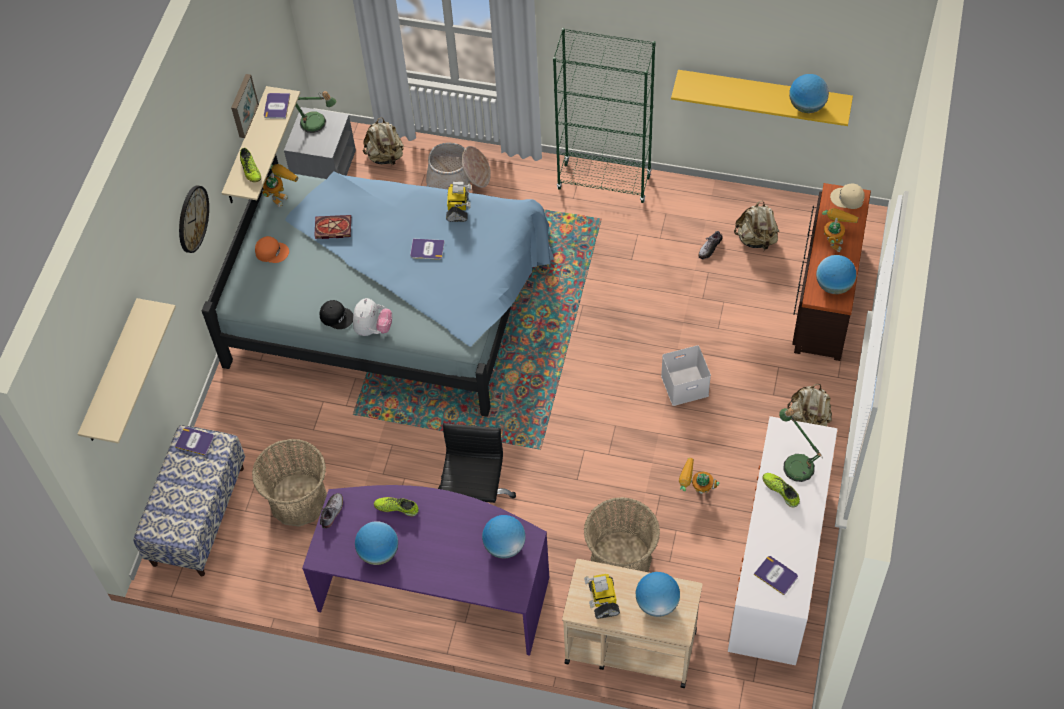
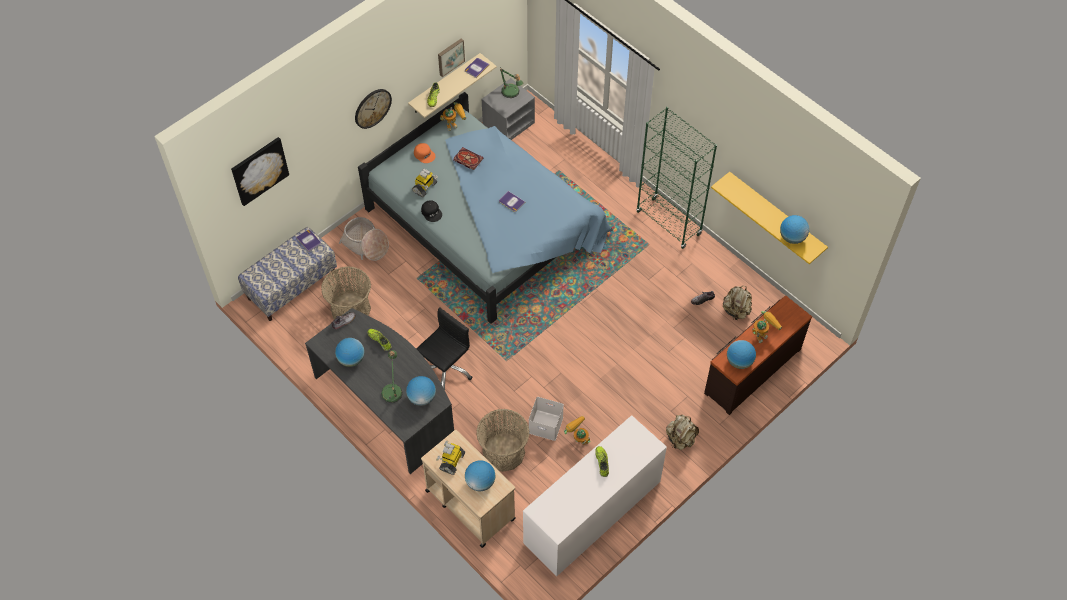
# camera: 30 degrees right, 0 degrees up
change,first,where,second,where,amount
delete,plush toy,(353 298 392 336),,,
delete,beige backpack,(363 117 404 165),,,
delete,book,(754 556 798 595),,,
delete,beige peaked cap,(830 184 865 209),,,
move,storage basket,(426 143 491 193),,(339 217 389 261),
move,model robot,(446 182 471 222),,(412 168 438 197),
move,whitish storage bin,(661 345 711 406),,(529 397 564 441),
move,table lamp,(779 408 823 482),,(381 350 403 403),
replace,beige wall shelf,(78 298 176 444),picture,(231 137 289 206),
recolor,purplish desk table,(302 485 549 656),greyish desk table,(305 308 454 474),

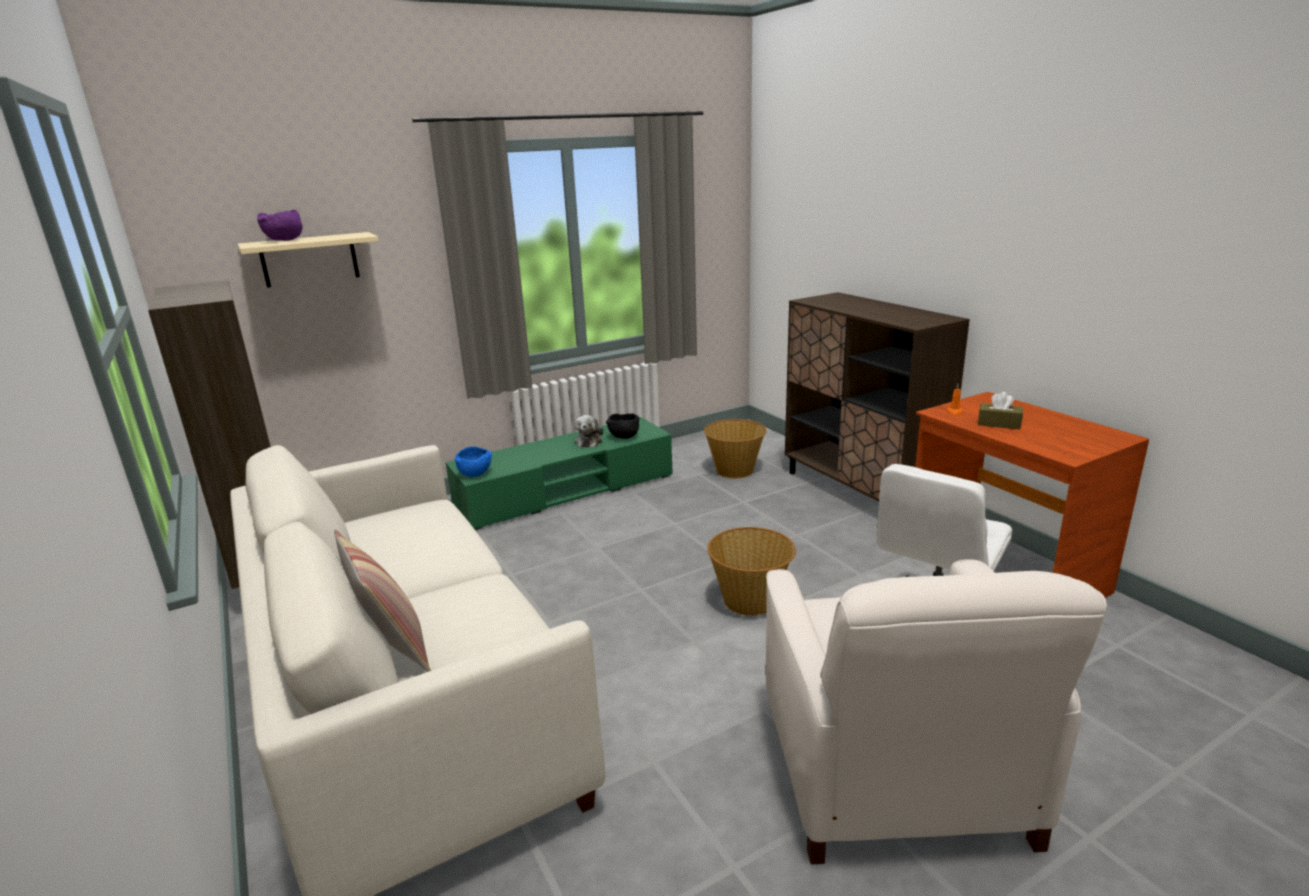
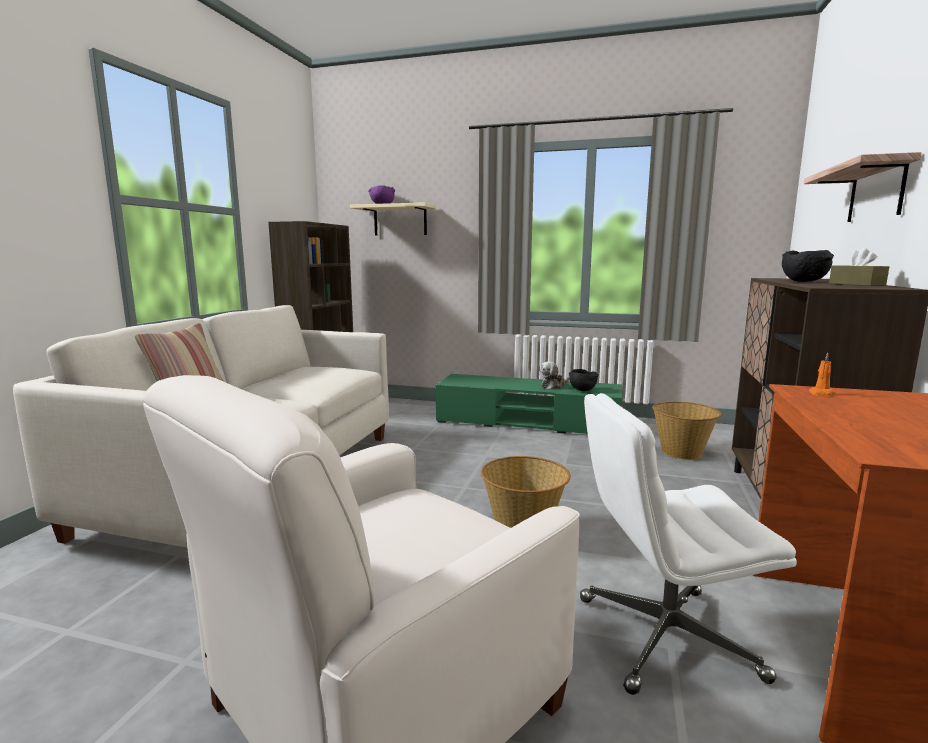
# camera: 45 degrees right, 10 degrees down
change,first,where,second,where,amount
delete,blue-coloured serving bowl,(454 446 492 477),,,
insert,,,blackish serving bowl,(782 250 834 282),
insert,,,wall shelf,(804 152 921 222),
move,brownish tissue holder,(978 392 1023 430),,(829 248 889 286),

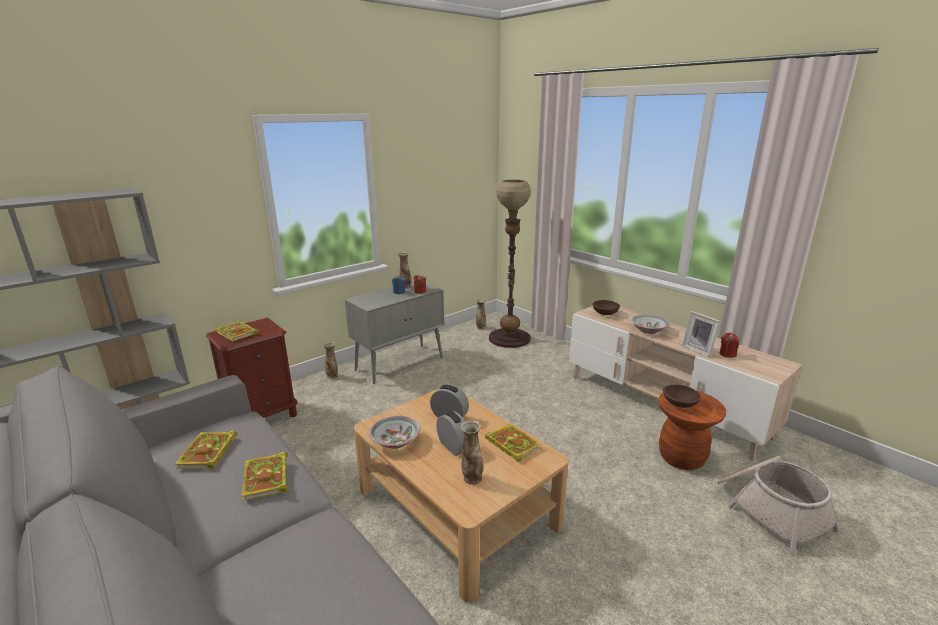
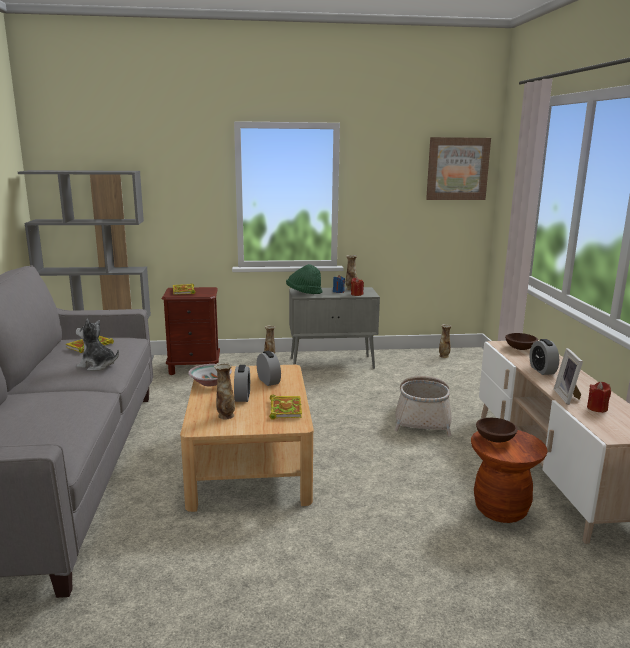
# camera: 35 degrees right, 5 degrees down
change,first,where,second,where,amount
delete,standard lamp,(489 180 531 348),,,
insert,,,green-coloured wearable hat,(286 264 322 294),
insert,,,picture,(426 137 491 200),
move,storage basket,(717 456 839 556),,(395 376 452 436),
replace,book,(242 452 288 501),plush toy,(76 319 119 371),
replace,serving bowl,(631 314 670 334),bedside clock,(529 339 559 375),

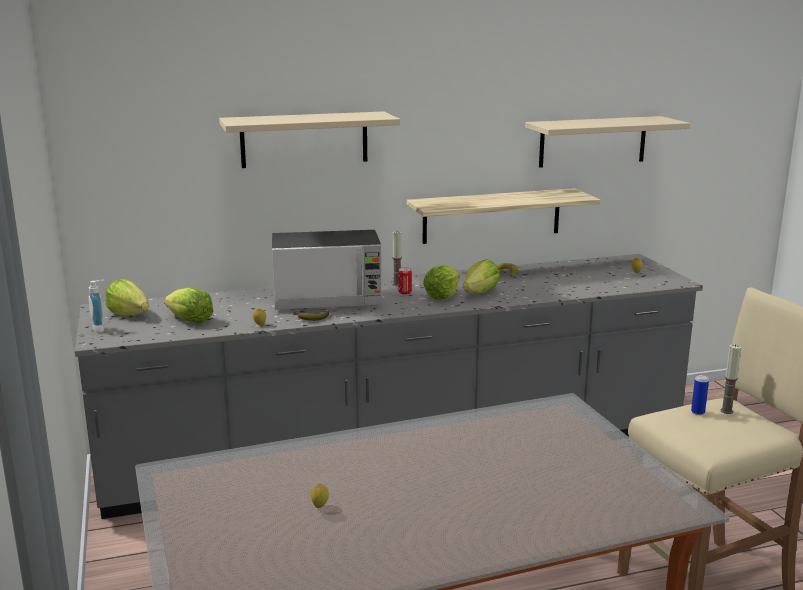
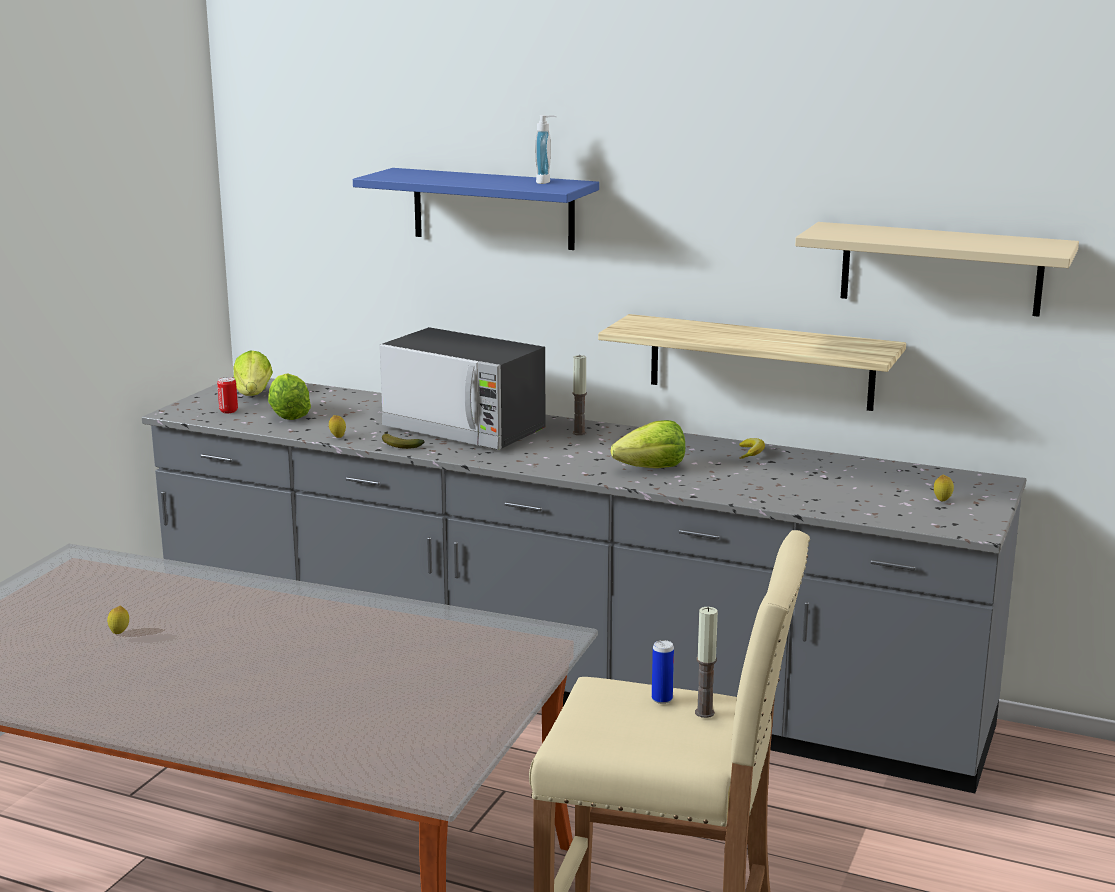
# camera: 40 degrees right, 0 degrees up
change,first,where,second,where,amount
delete,head of lettuce,(423 265 460 300),,,
move,soap dispenser,(89 280 104 333),,(535 115 557 184),
move,can,(398 268 412 295),,(217 377 238 413),
recolor,beige wall shelf,(219 111 400 168),blue-coloured wall shelf,(353 168 599 250),

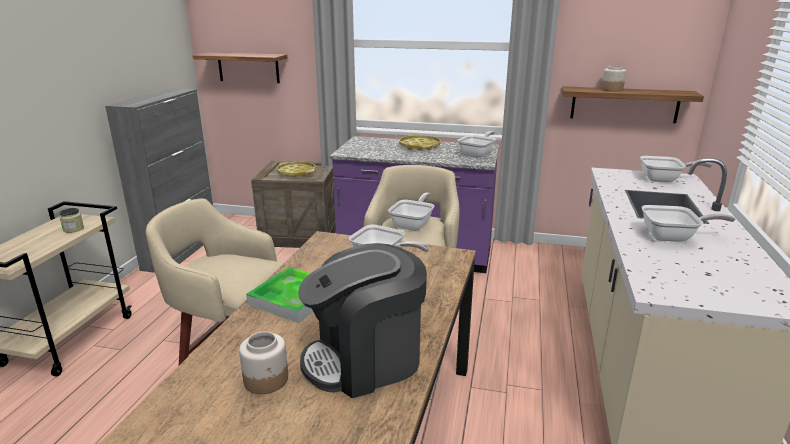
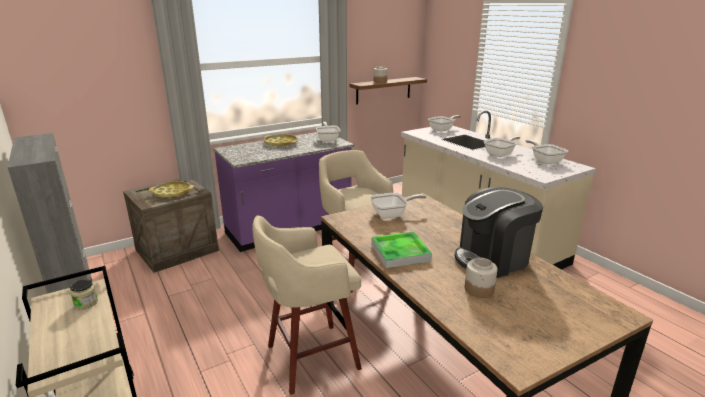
# camera: 45 degrees left, 0 degrees up
change,first,where,second,where,amount
delete,wall shelf,(193 52 287 83),,,
move,frying pan,(388 193 434 231),,(526 140 568 164),
rotate,coffee machine,(298 243 427 398),,(455 187 543 278),45 degrees clockwise

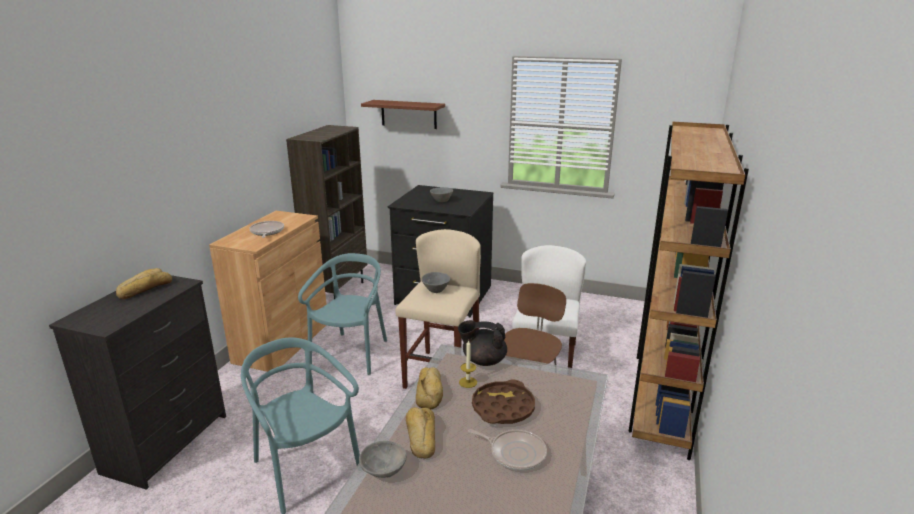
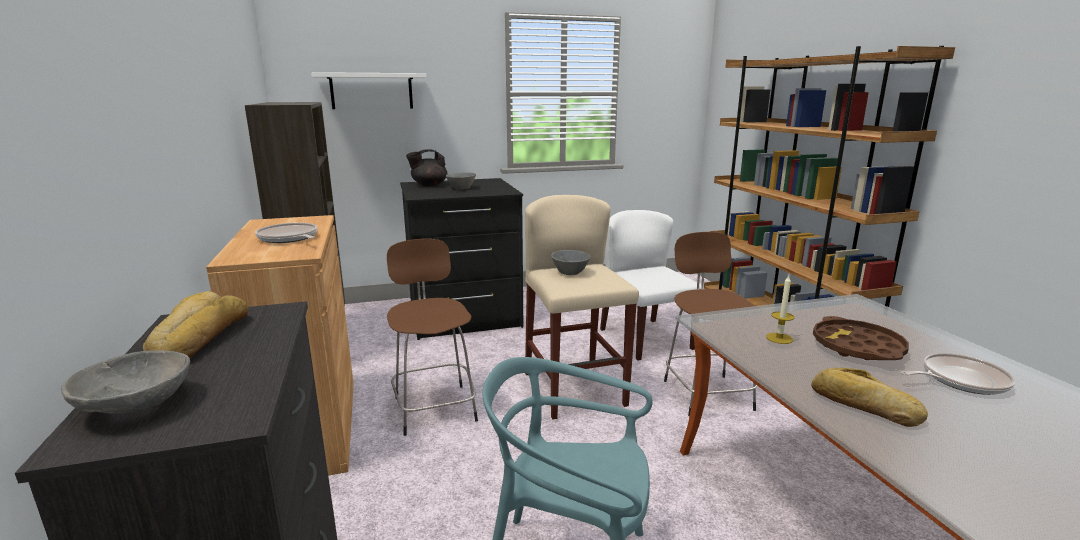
# camera: 35 degrees left, 5 degrees down
change,first,where,second,where,amount
delete,bakery bread,(416 367 443 409),,,
move,greyish serving bowl,(359 441 407 478),,(61 350 190 414),
move,blackish pot for tea,(458 320 507 366),,(406 149 447 186),
replace,turquoise-coloured upright chair,(298 253 387 375),brownish stool seat,(387 239 478 436),
recolor,brownish wall shelf,(361 100 445 129),whitish wall shelf,(311 72 427 109),

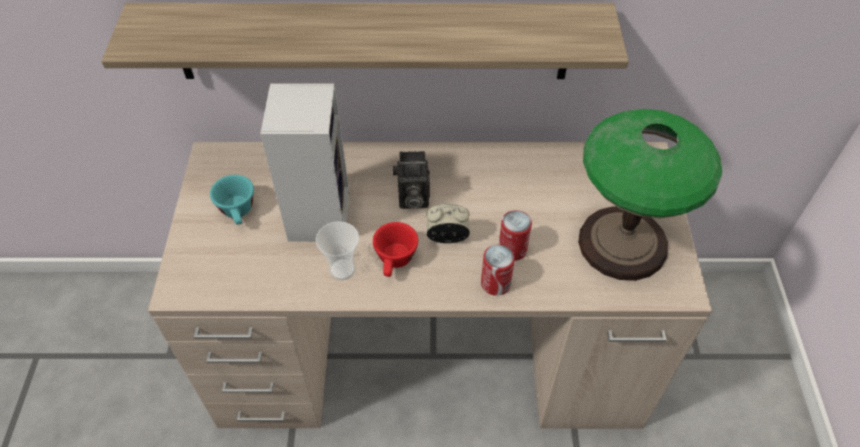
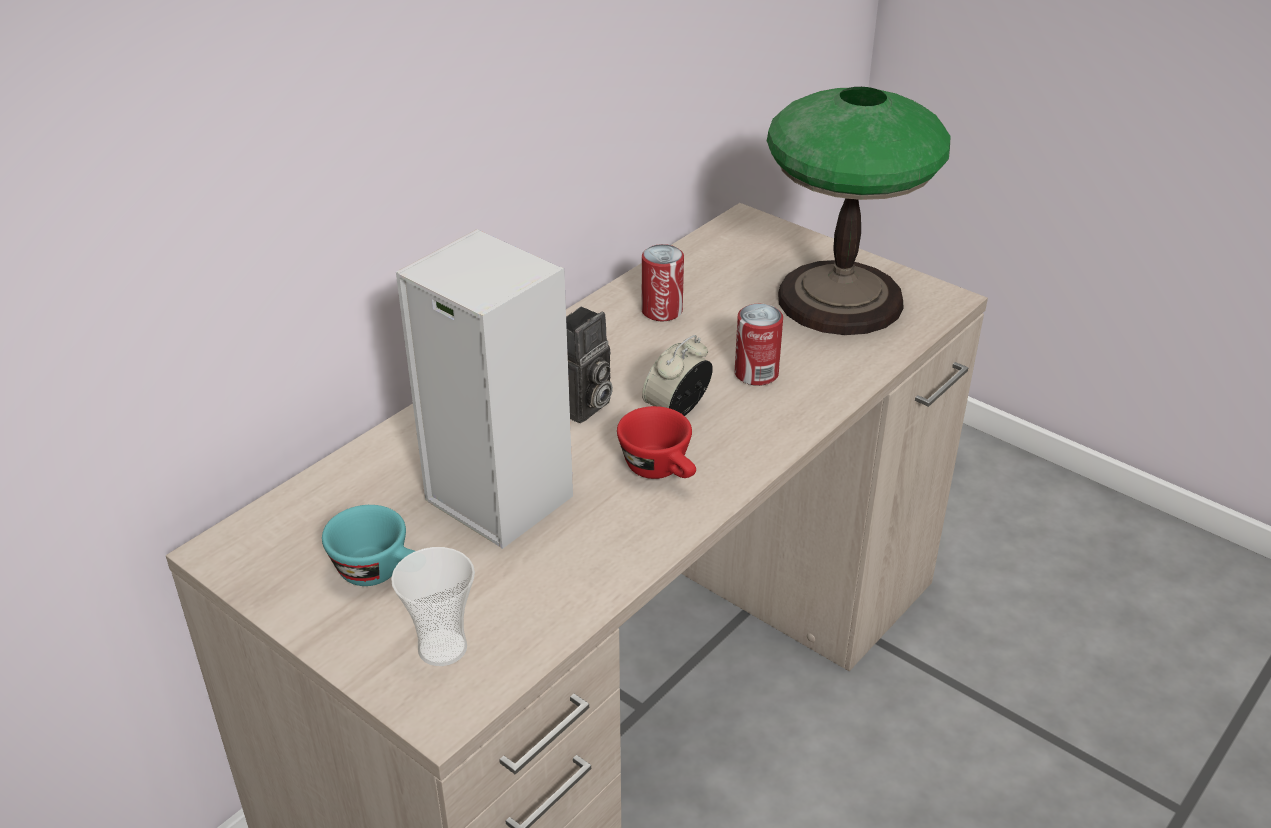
# camera: 50 degrees left, 15 degrees down
change,first,where,second,where,amount
delete,wall shelf,(101 3 629 79),,,
move,small cup,(316 221 359 280),,(391 547 475 666),
move,can,(481 244 515 296),,(642 244 684 321),

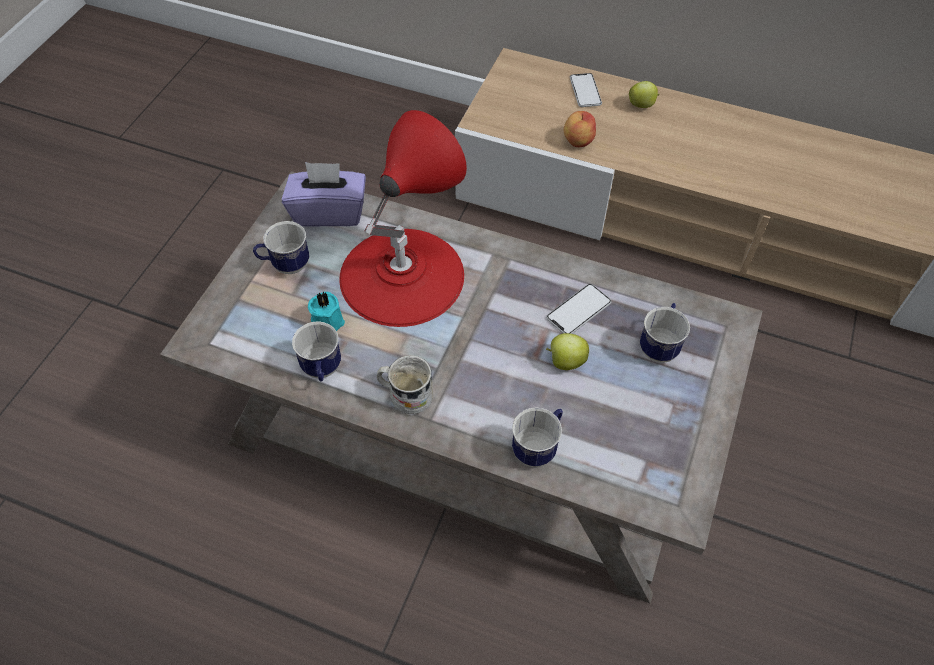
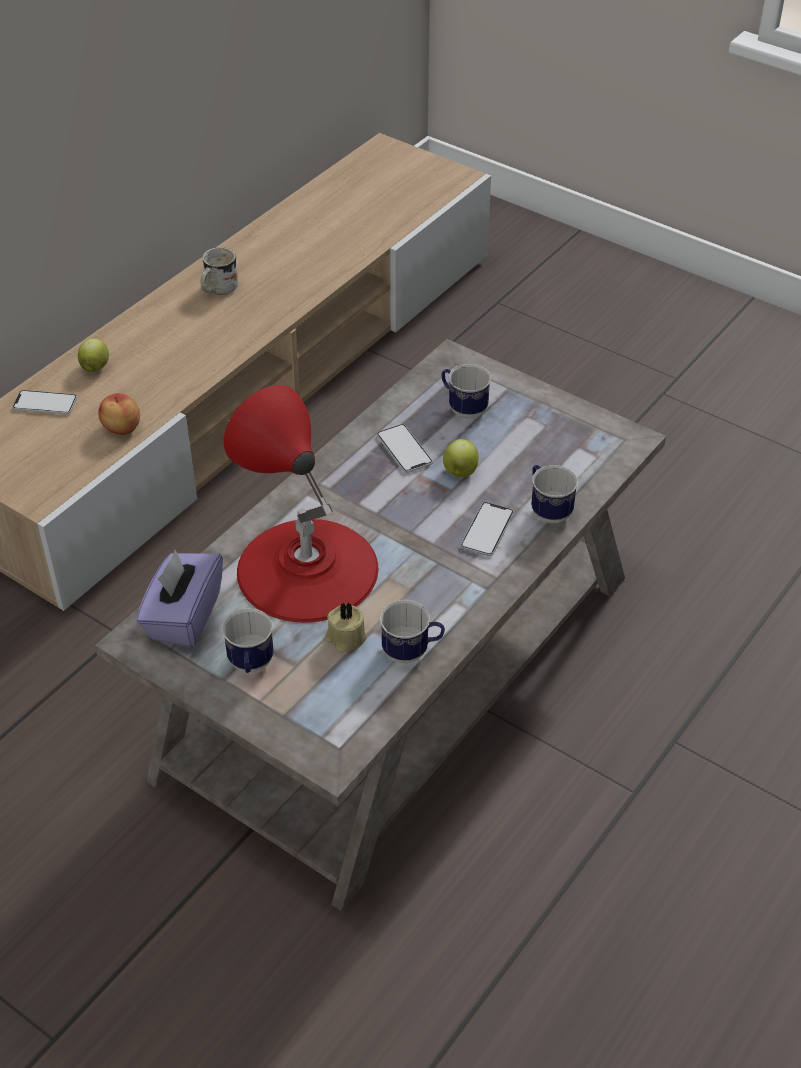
# camera: 75 degrees left, 10 degrees down
change,first,where,second,where,amount
insert,,,handset,(460 502 514 556),
move,whitish mug,(377 355 434 414),,(200 247 238 295),
recolor,turquoise-coloured wax light,(308 291 345 331),beige wax light,(325 602 366 652),

